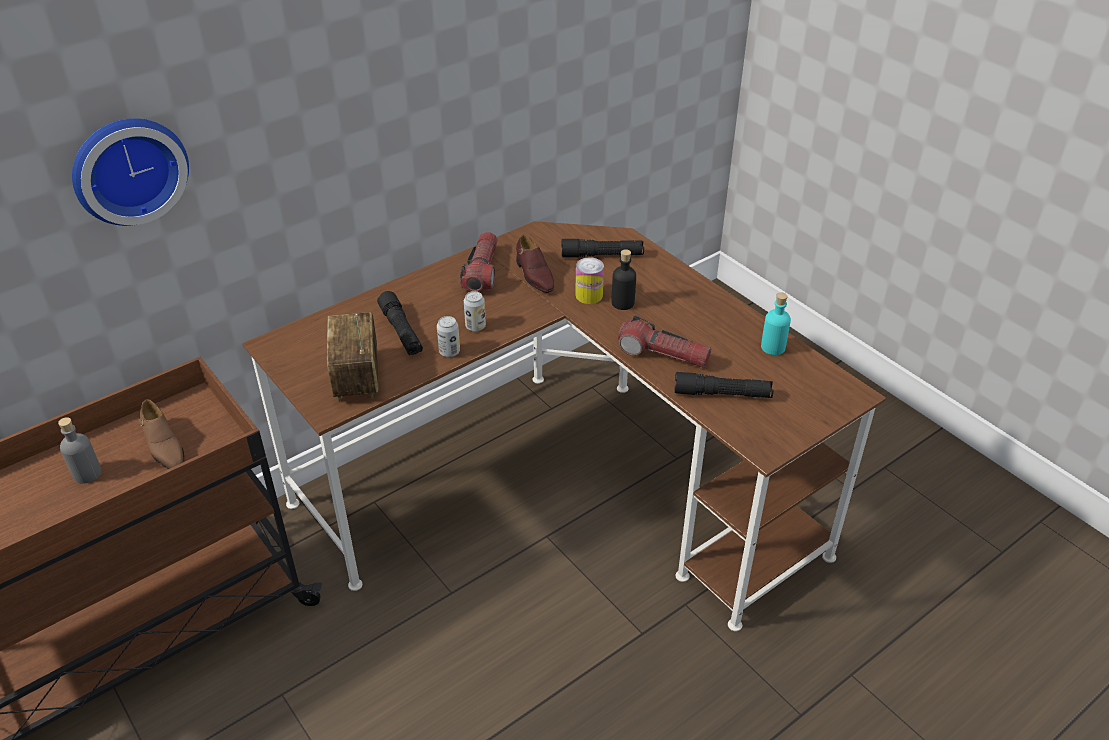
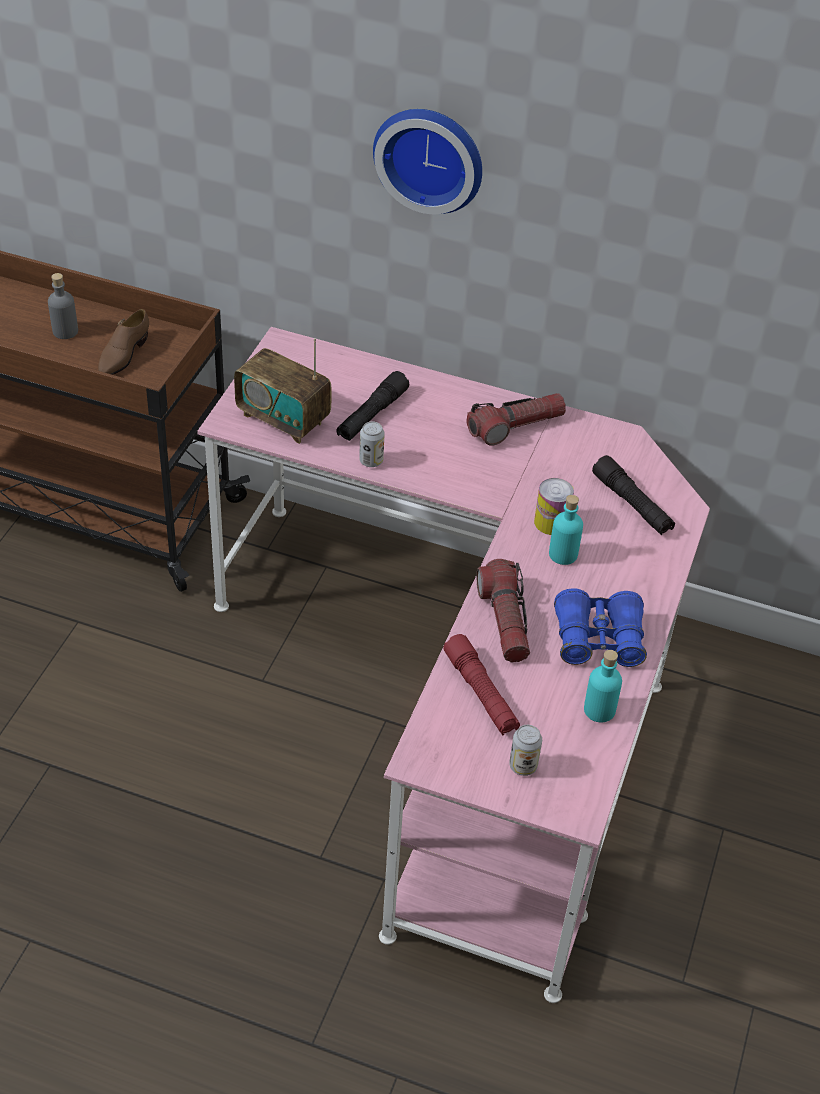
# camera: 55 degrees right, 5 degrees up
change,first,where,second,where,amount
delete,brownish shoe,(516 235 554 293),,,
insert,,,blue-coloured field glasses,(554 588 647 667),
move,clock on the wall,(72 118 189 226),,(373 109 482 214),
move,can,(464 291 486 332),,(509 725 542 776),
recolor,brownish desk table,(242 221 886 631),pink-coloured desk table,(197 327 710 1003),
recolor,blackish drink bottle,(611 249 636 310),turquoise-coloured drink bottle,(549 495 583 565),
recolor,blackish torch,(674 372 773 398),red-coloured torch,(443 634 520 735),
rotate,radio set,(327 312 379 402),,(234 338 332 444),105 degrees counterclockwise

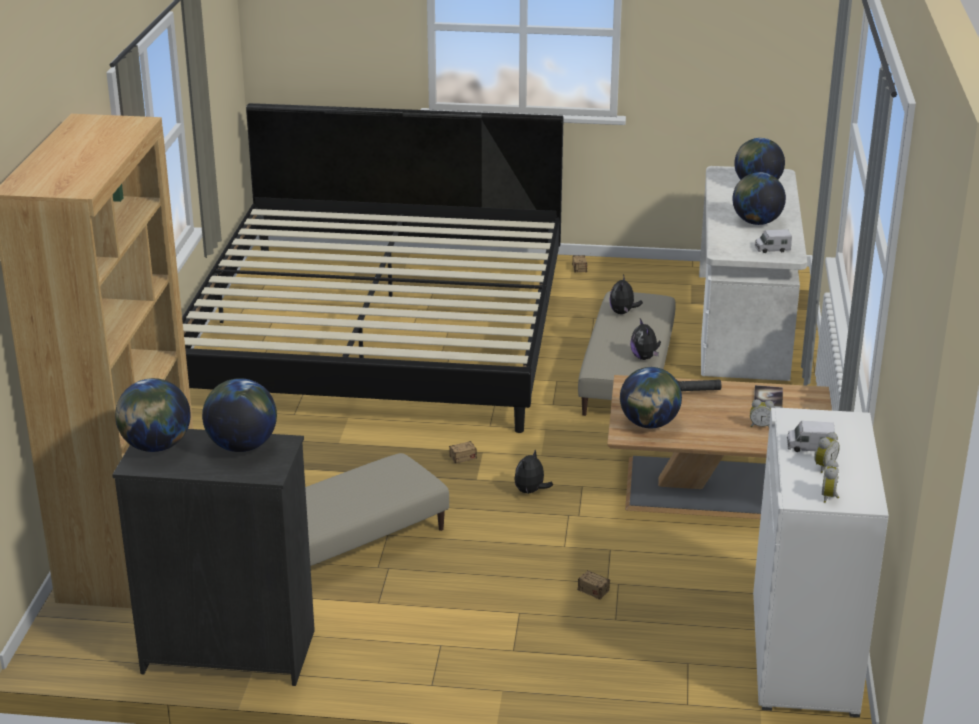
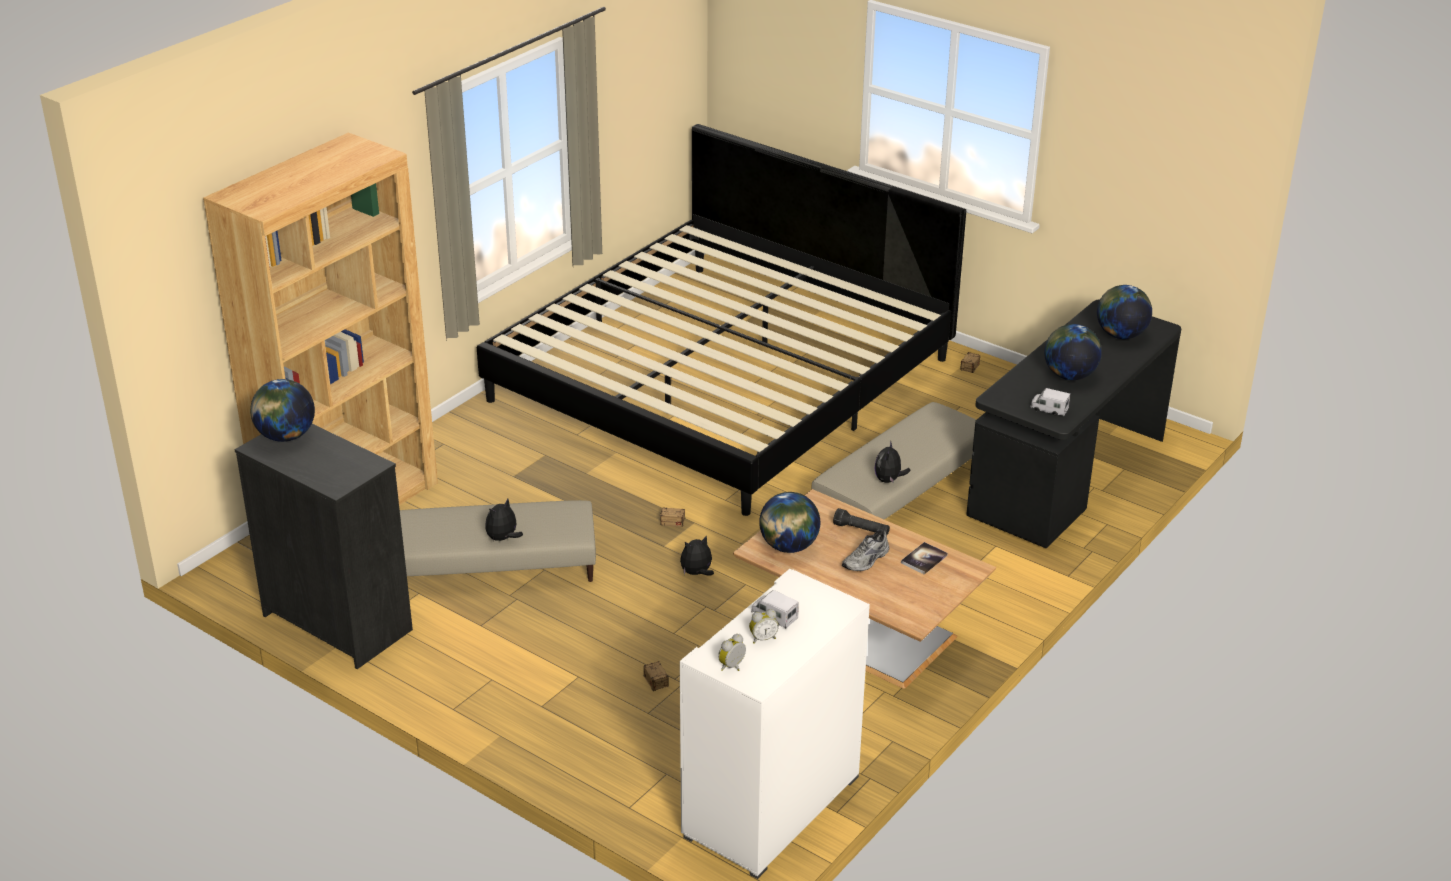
# camera: 30 degrees right, 5 degrees up
change,first,where,second,where,amount
delete,world globe,(202 378 277 452),,,
delete,bedside clock,(750 399 774 427),,,
insert,,,greyish shoe,(842 529 889 571),
move,plush toy,(610 274 643 314),,(485 499 523 541),
recolor,whitish desk table,(699 166 807 381),blackish desk table,(966 299 1181 548),

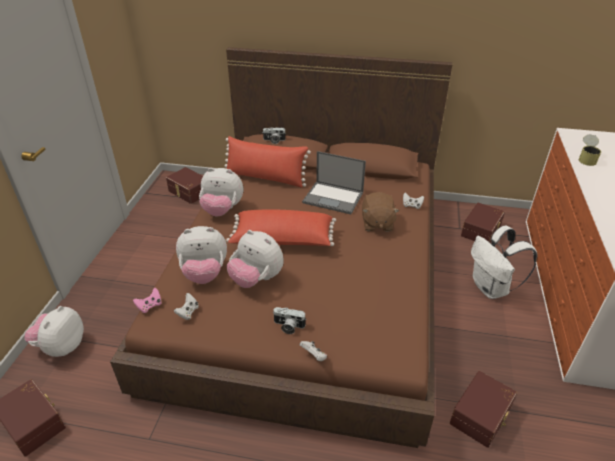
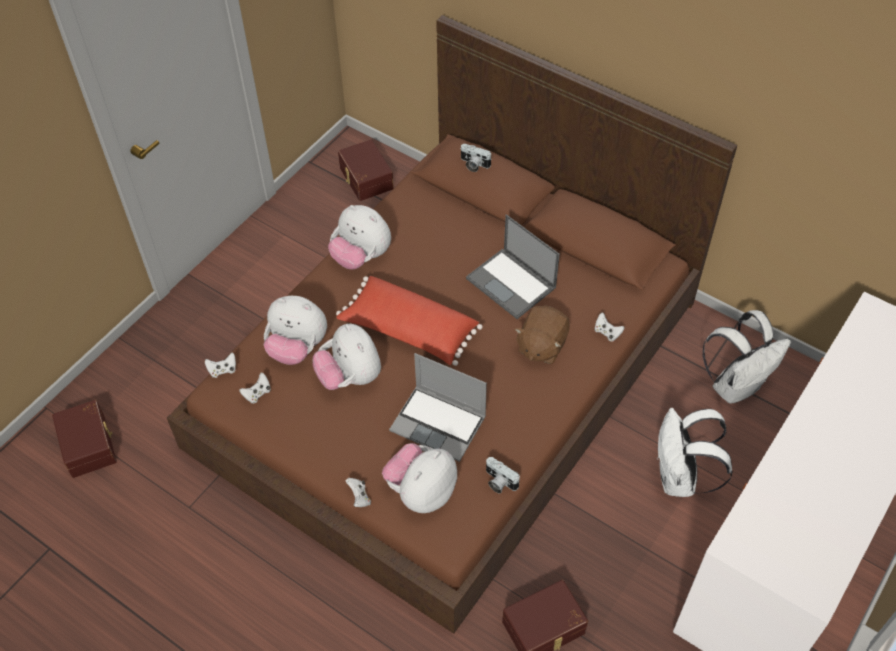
# camera: 25 degrees right, 15 degrees up
change,first,where,second,where,amount
delete,red-coloured cushion,(225 136 311 188),,,
delete,can,(579 134 601 166),,,
insert,,,laptop,(389 353 487 462),
move,plush toy,(24 306 84 357),,(382 443 457 513),
move,still camera,(273 307 306 334),,(486 457 520 494),
replace,brownish storage bin,(461 203 505 243),whitish backpack,(703 310 791 403),
recolor,pink-coloured game controller,(133 288 162 313),whitish game controller,(205 352 236 378),

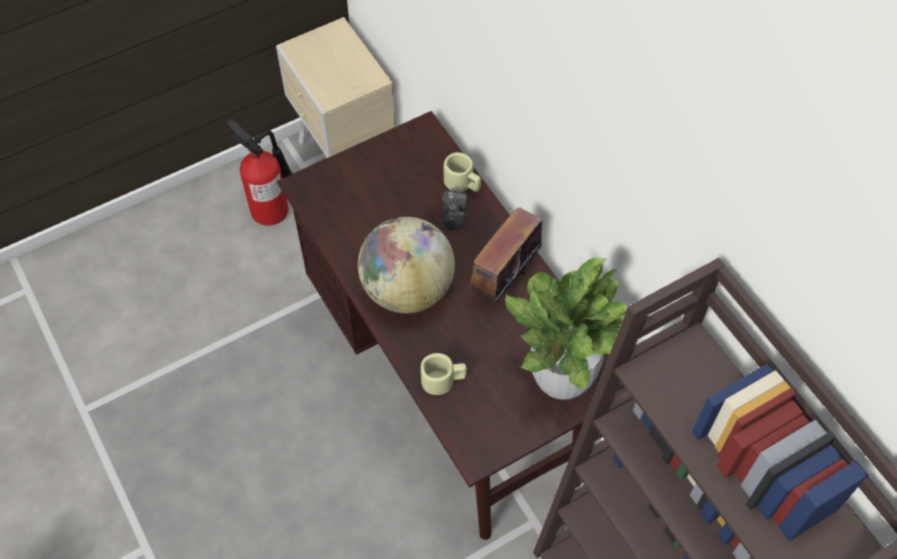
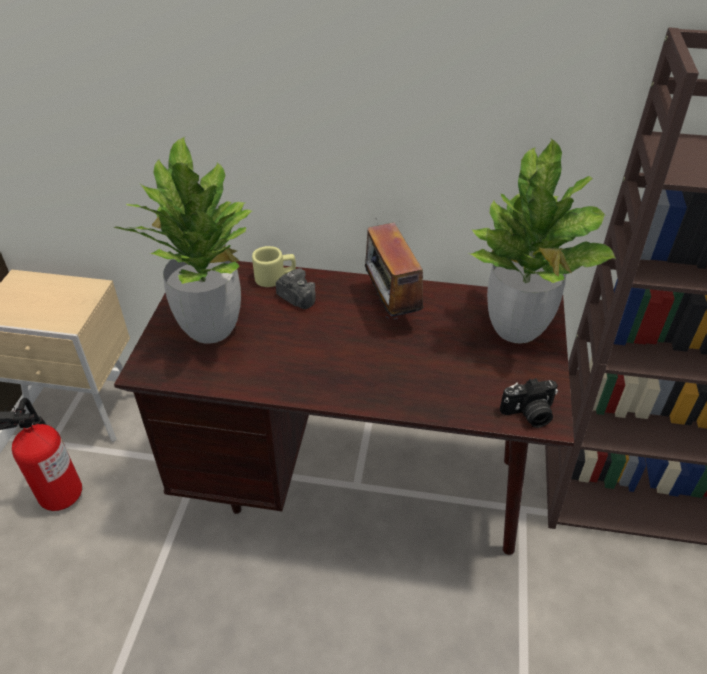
# camera: 50 degrees left, 15 degrees down
change,first,where,second,where,amount
delete,world globe,(358 217 455 313),,,
delete,beige mug,(421 353 467 395),,,
insert,,,plant in a pot,(113 136 253 344),
insert,,,still camera,(500 378 558 428),

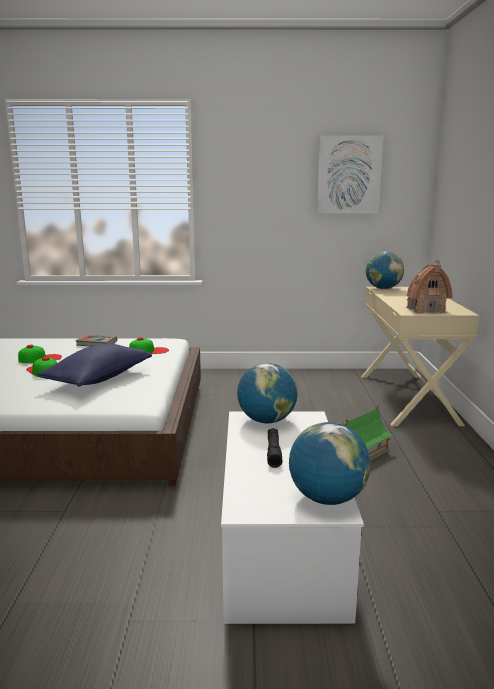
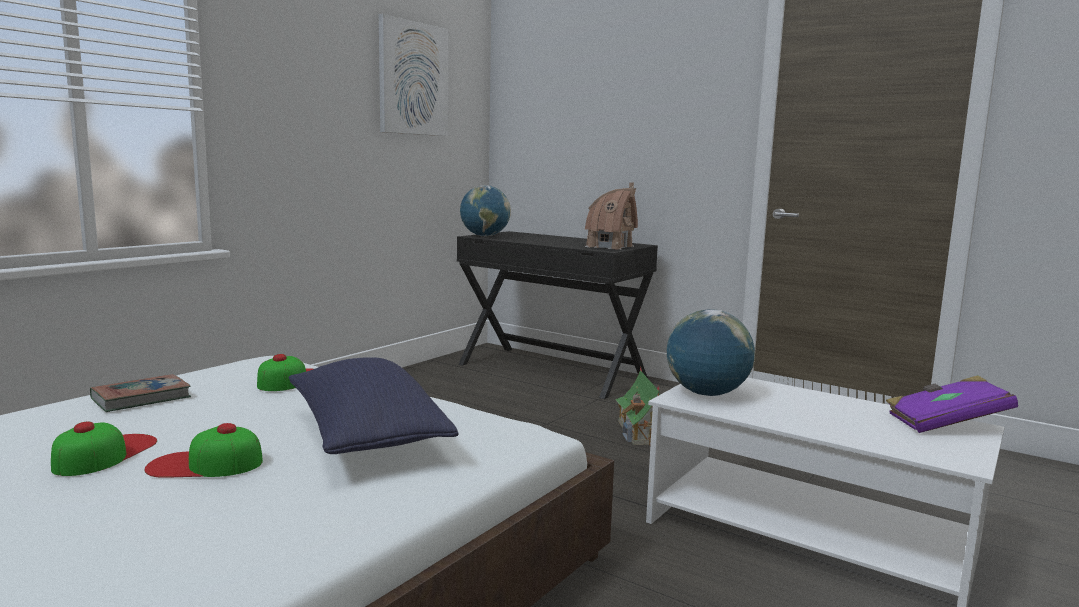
# camera: 55 degrees left, 5 degrees down
change,first,where,second,where,amount
delete,blackish torch,(267 428 282 468),,,
replace,world globe,(289 422 371 505),purplish book,(886 375 1018 433),
recolor,beige desk table,(361 287 479 426),blackish desk table,(457 231 658 399),

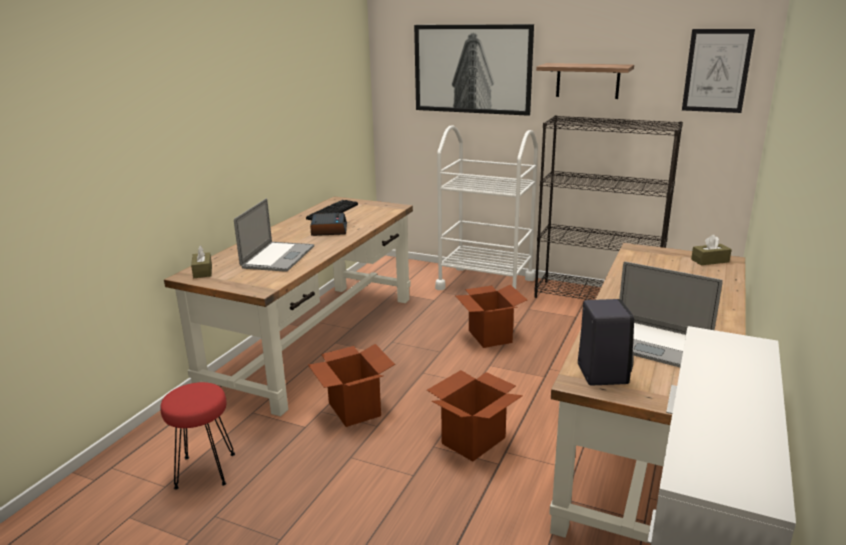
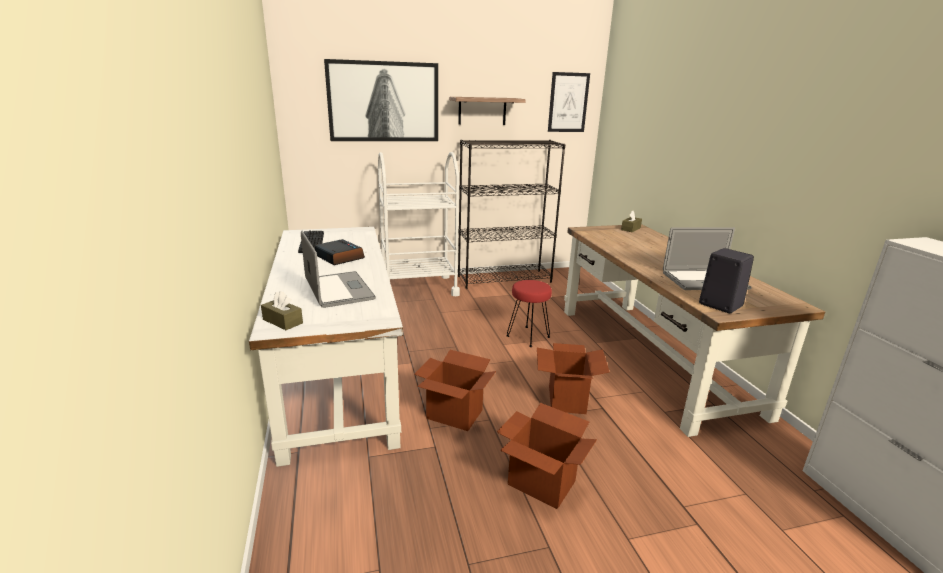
# camera: 40 degrees left, 0 degrees up
change,first,where,second,where,amount
move,red-coloured stool seat,(160 382 235 489),,(506 280 552 347),
move,carton,(455 285 527 348),,(497 403 597 509),
recolor,brownish desk table,(164 196 413 417),whitish desk table,(249 227 403 467),

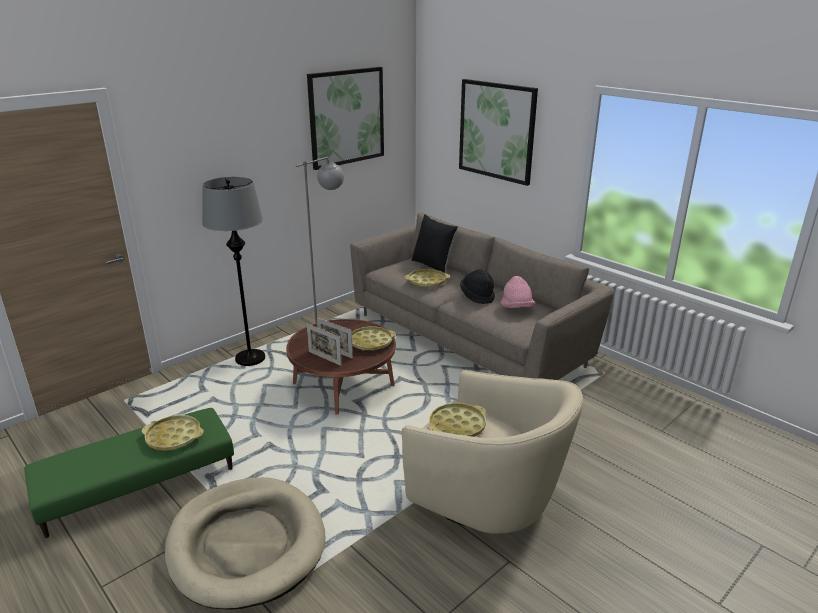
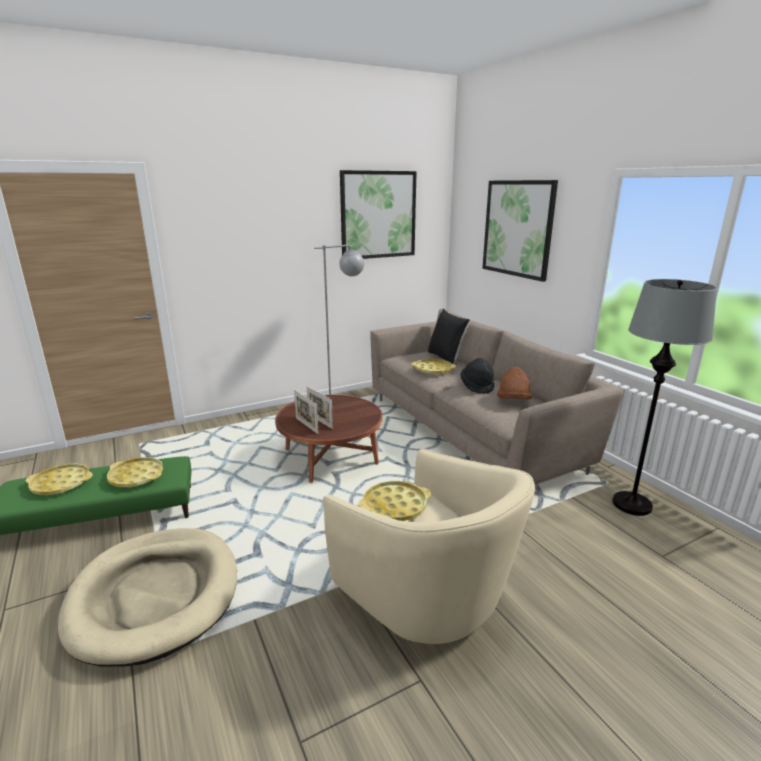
# camera: 15 degrees right, 5 degrees down
change,first,where,second,where,amount
move,greyish standard lamp,(202 177 265 366),,(612 279 717 516),
move,yellow-coloured carrying tray,(352 326 396 351),,(26 464 93 495),
recolor,pink-coloured wearable hat,(501 276 535 308),brownish wearable hat,(497 367 532 400),

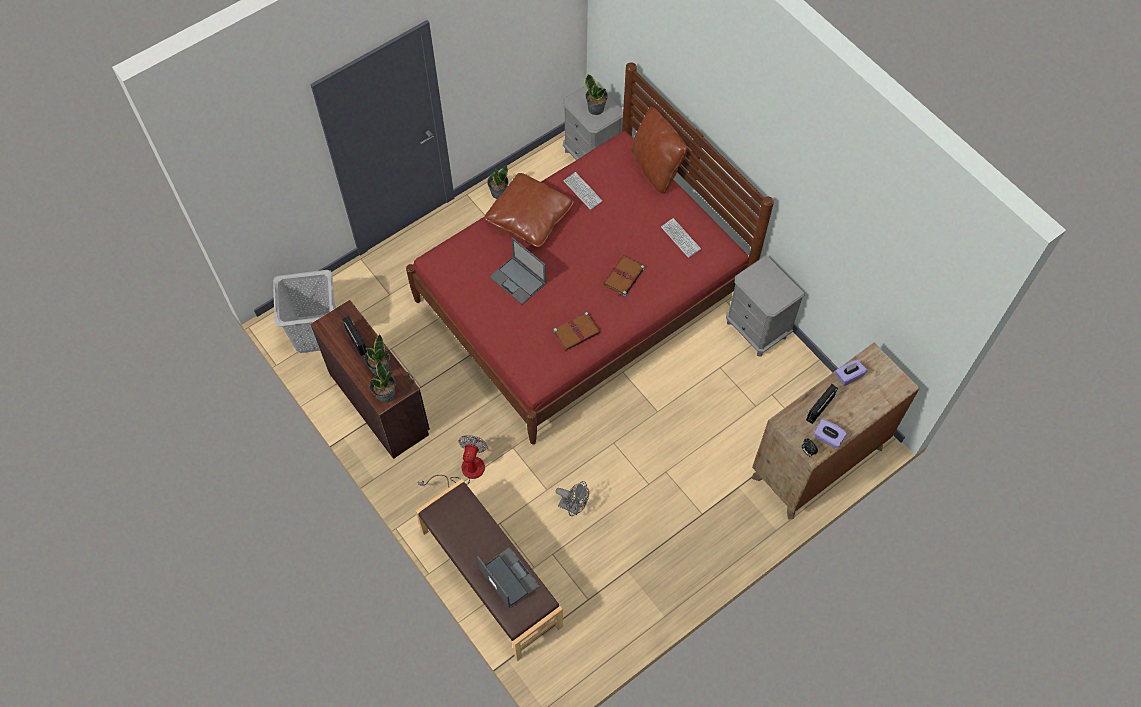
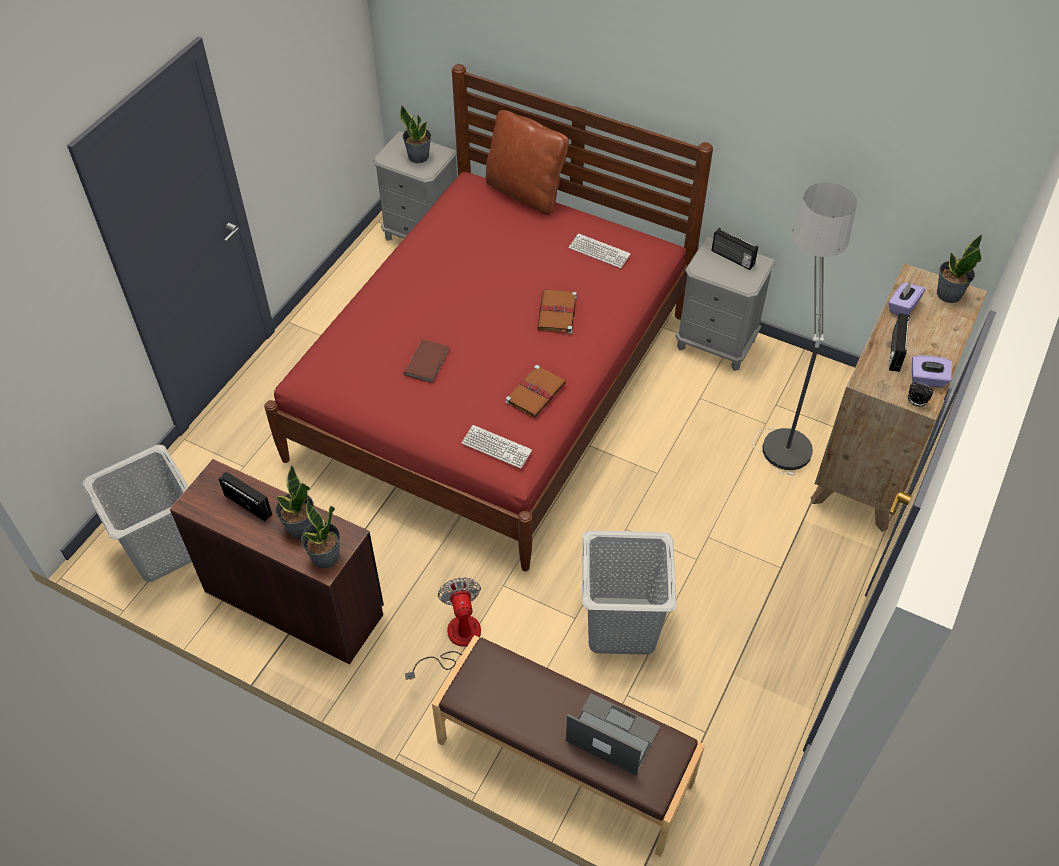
# camera: 25 degrees left, 10 degrees down
change,first,where,second,where,amount
delete,brownish cushion,(484 173 574 247),,,
insert,,,radio set,(711 228 758 270),
insert,,,standard lamp,(753 182 857 475),
move,plant in a pot,(487 165 509 199),,(937 234 982 303),
move,keyboard,(564 172 603 210),,(462 425 532 469),
replace,laptop,(490 237 546 305),brownish book,(404 339 449 383),
replace,greyish cooling fan,(556 481 589 516),greyish washing basket,(582 531 677 655),

